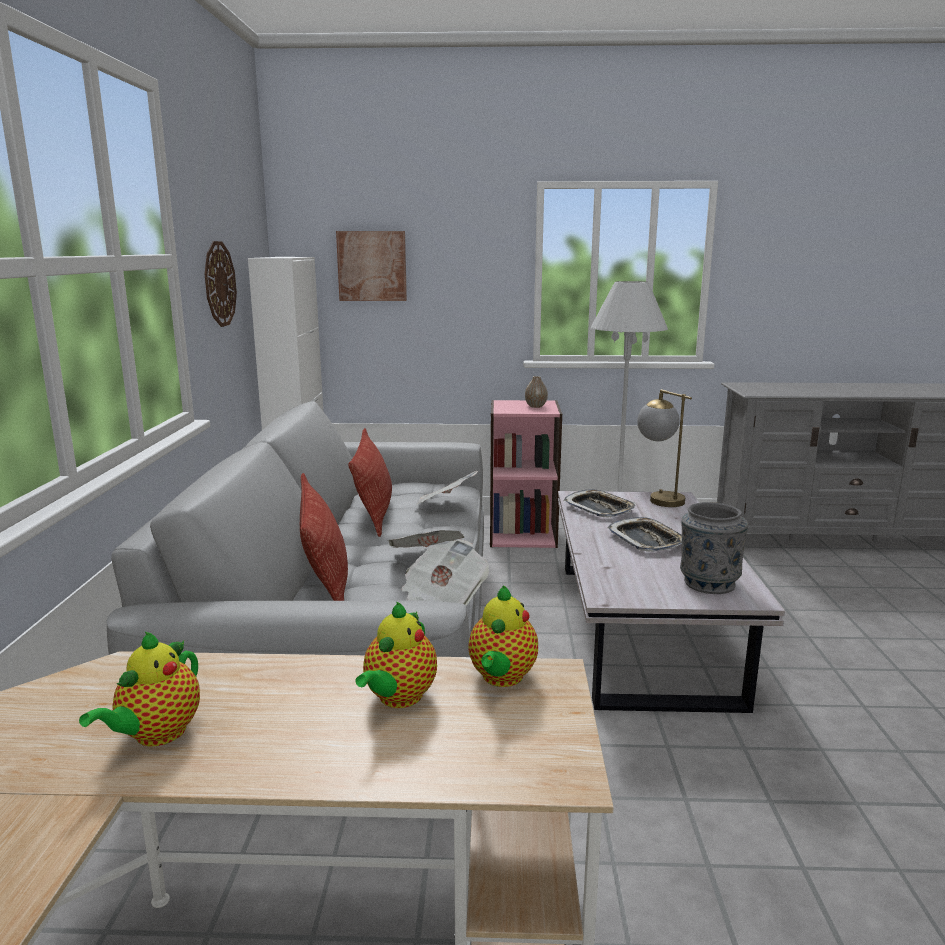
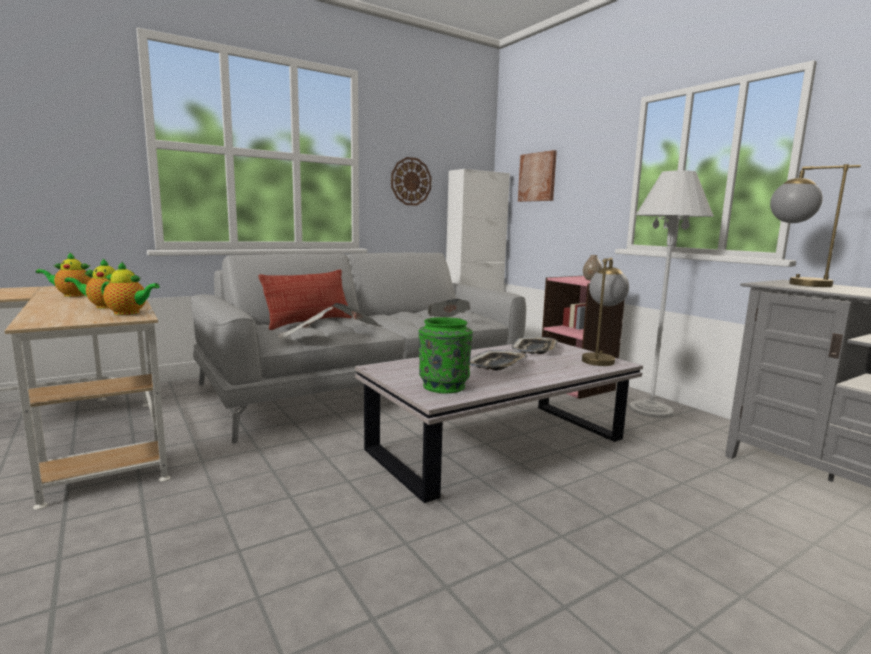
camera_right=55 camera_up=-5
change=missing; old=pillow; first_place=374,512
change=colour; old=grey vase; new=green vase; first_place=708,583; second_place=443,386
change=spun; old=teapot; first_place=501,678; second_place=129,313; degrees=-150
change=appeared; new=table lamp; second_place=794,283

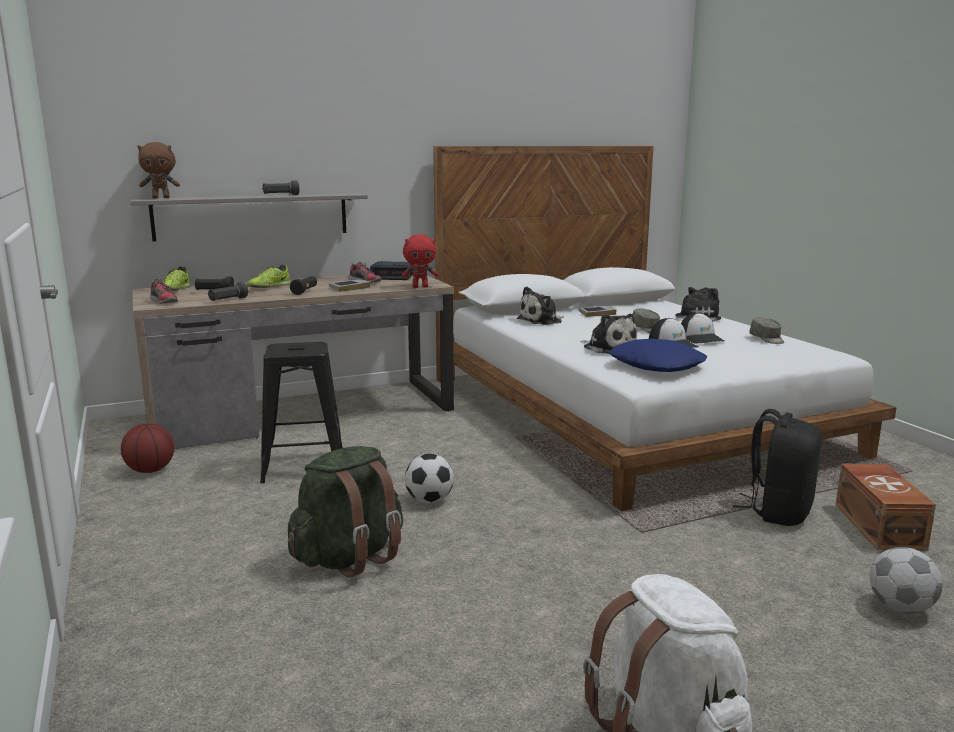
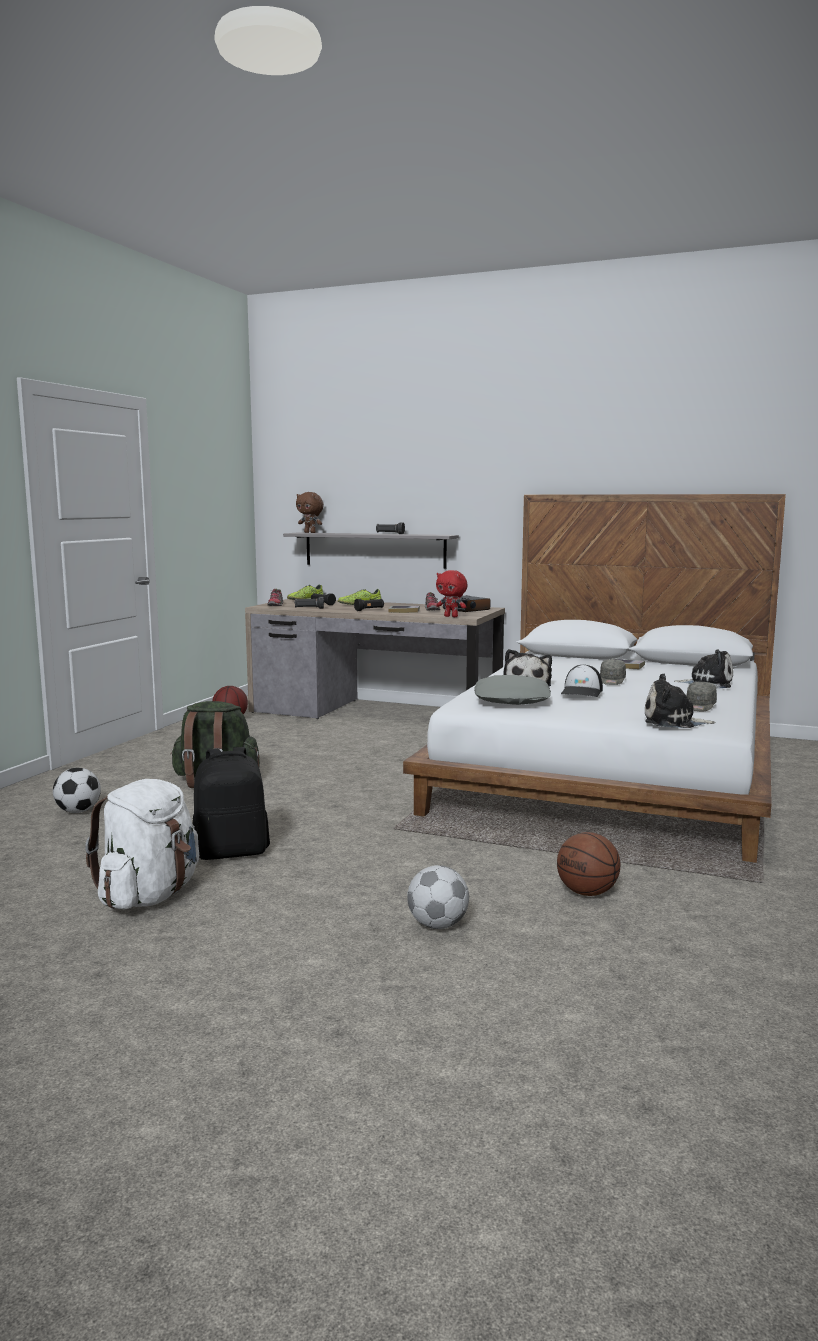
camera_right=45 camera_up=-5
change=relocated; old=plush toy; first_place=542,321; second_place=673,722
change=missing; old=cap; first_place=701,338
change=colour; old=blue pillow; new=grey pillow; first_place=657,365; second_place=512,700
change=missing; old=black stool; first_place=304,466
change=relocated; old=black backpack; first_place=778,511; second_place=232,852
change=relocated; old=football; first_place=429,500; second_place=78,811
change=exchanged; old=brown storage box; new=basketball; first_place=879,525; second_place=587,892

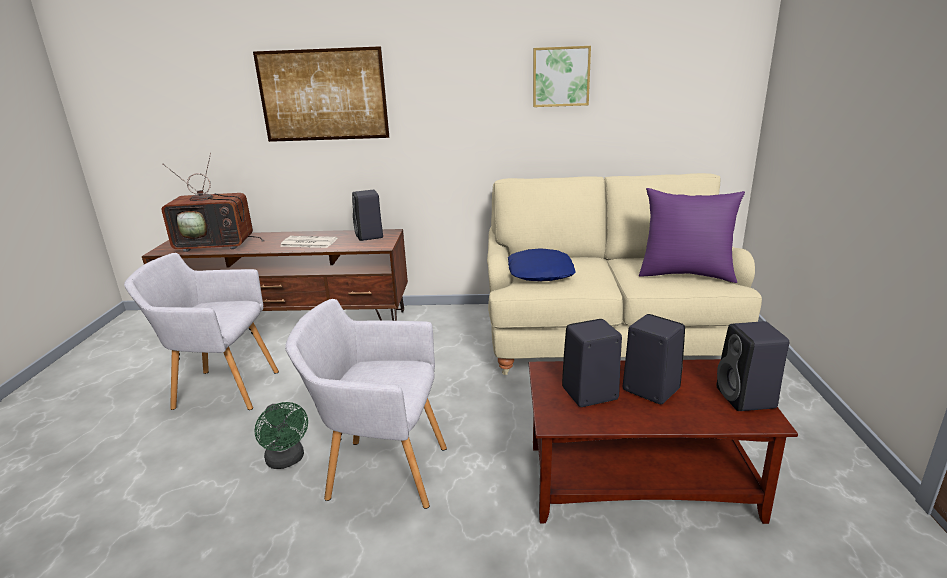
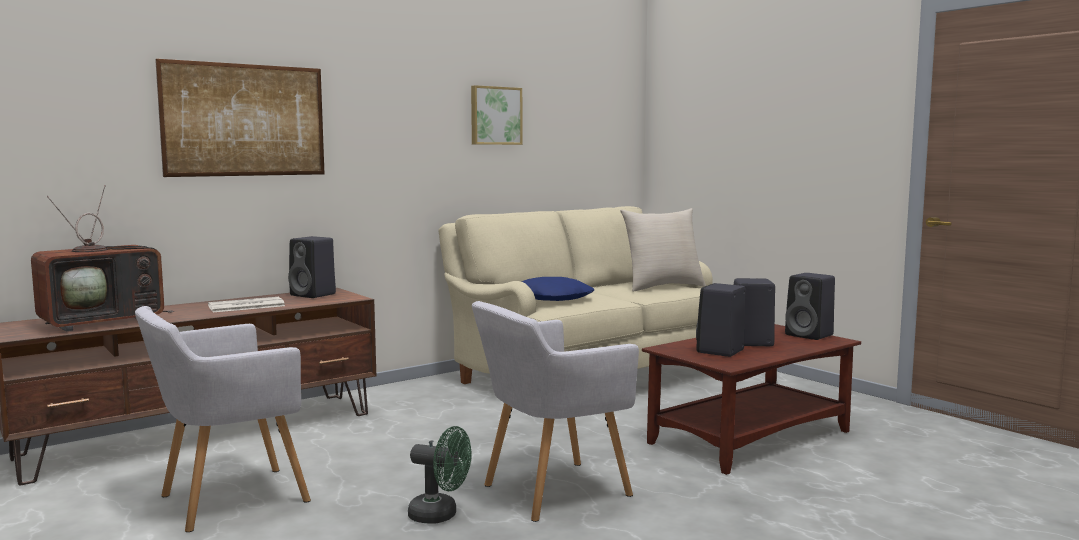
camera_right=-40 camera_up=-15
change=colour; old=purple pillow; new=beige pillow; first_place=685,274; second_place=662,287

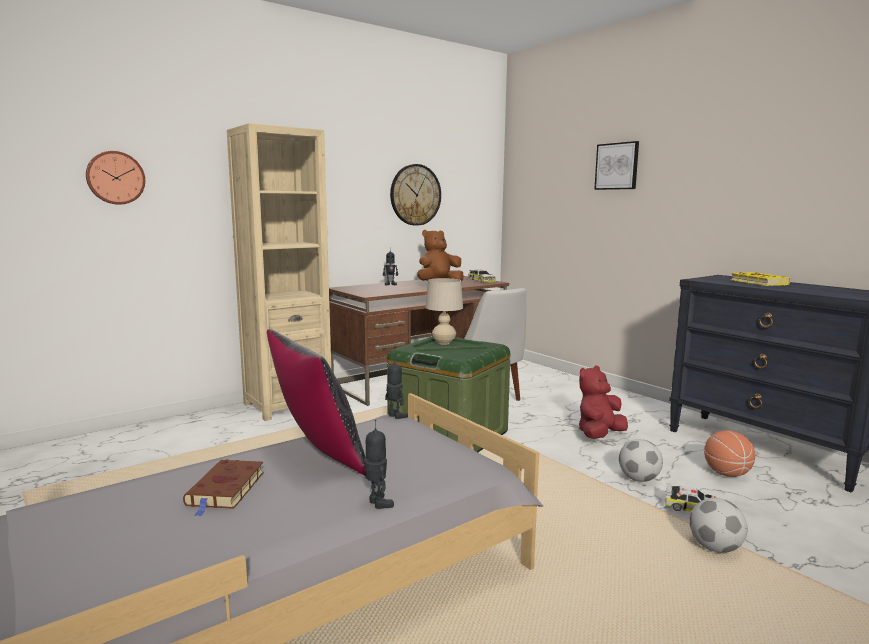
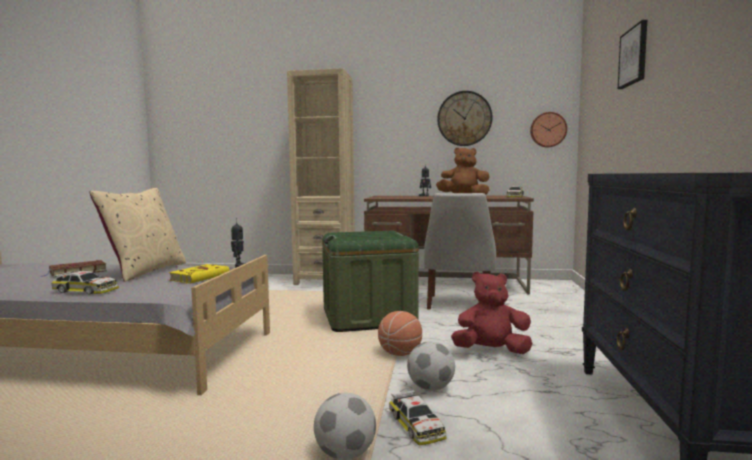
camera_right=45 camera_up=-5
change=relocated; old=wall clock; first_place=115,178; second_place=548,130
change=relocated; old=yellow book; first_place=757,282; second_place=201,277
change=missing; old=beige table lamp; first_place=443,343
change=colour; old=black pillow; new=beige pillow; first_place=317,456; second_place=145,271
change=exchanged; old=toy robot; new=toy car; first_place=377,503; second_place=86,290
change=relocated; old=basketball; first_place=727,474; second_place=400,354

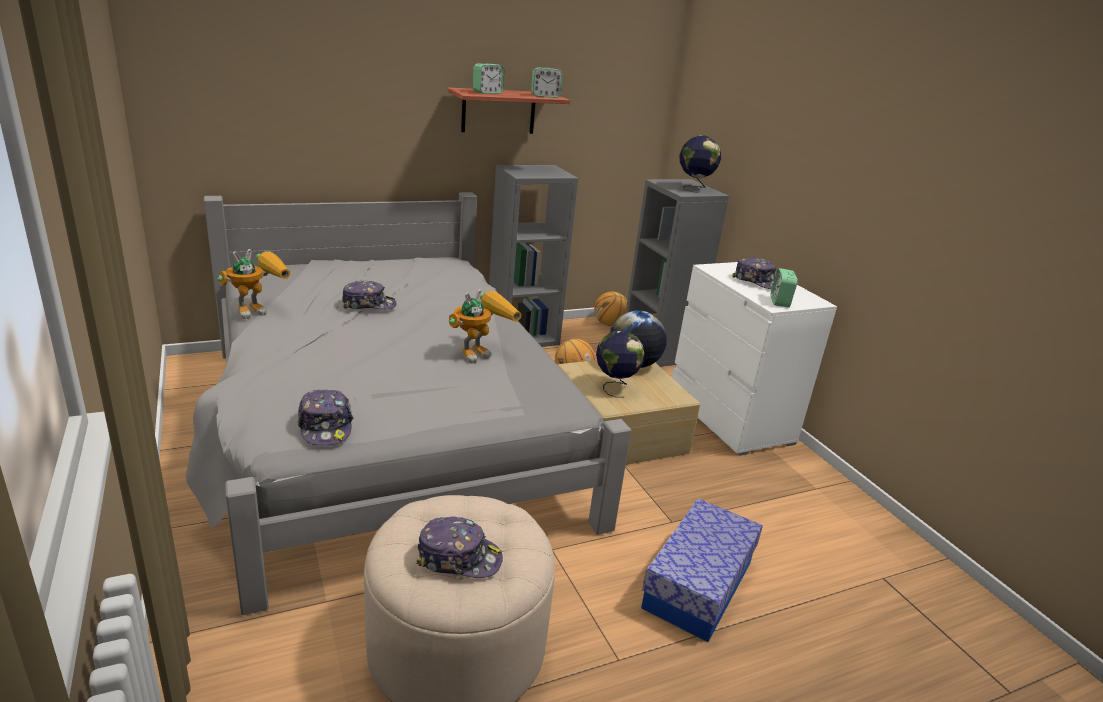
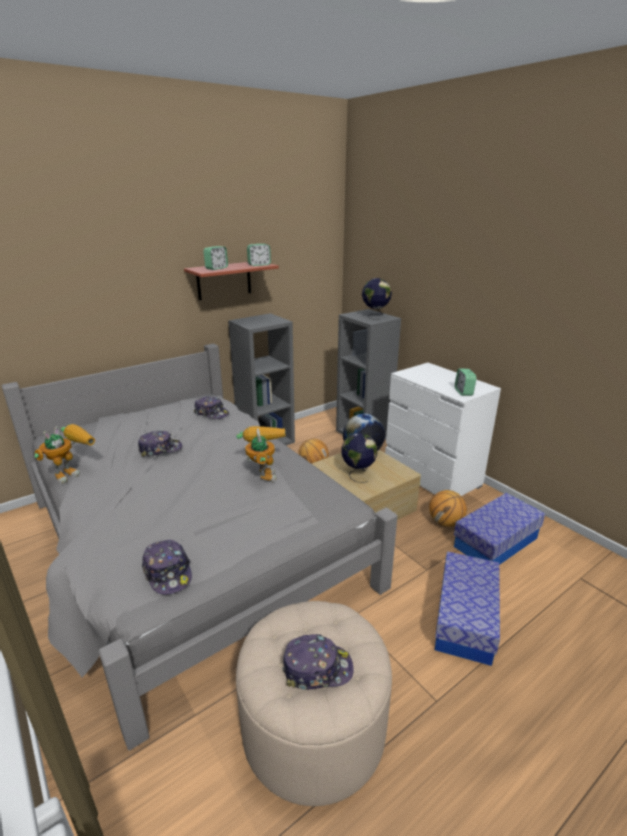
camera_right=-10 camera_up=0
change=relocated; old=cap; first_place=757,282; second_place=211,413
change=spun; old=toy robot; first_place=481,352; second_place=262,473; degrees=-45
change=relocated; old=basketball; first_place=609,324; second_place=445,523
change=appeared; new=storage box; second_place=495,542

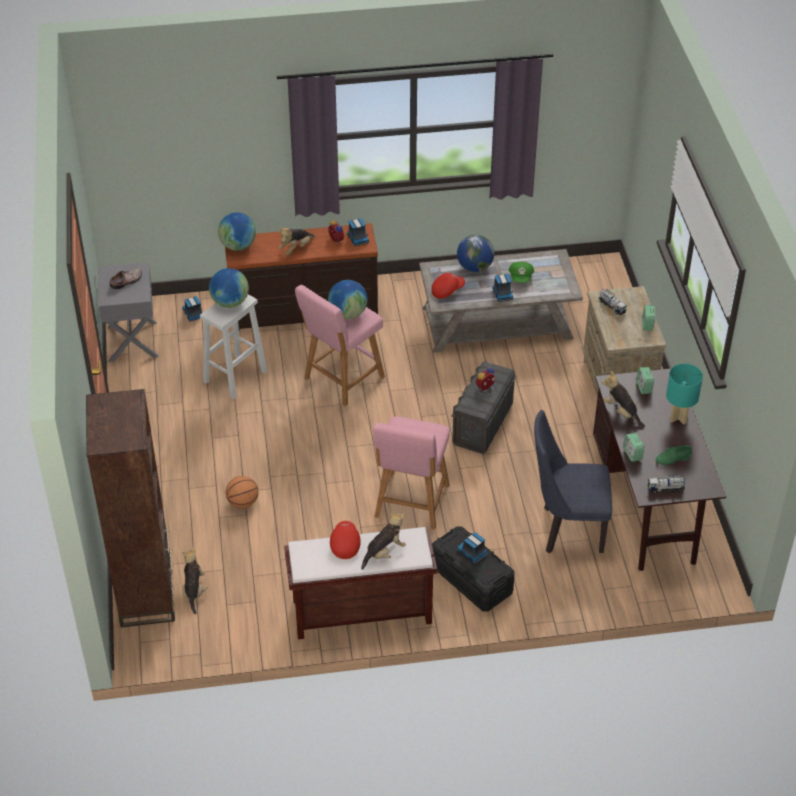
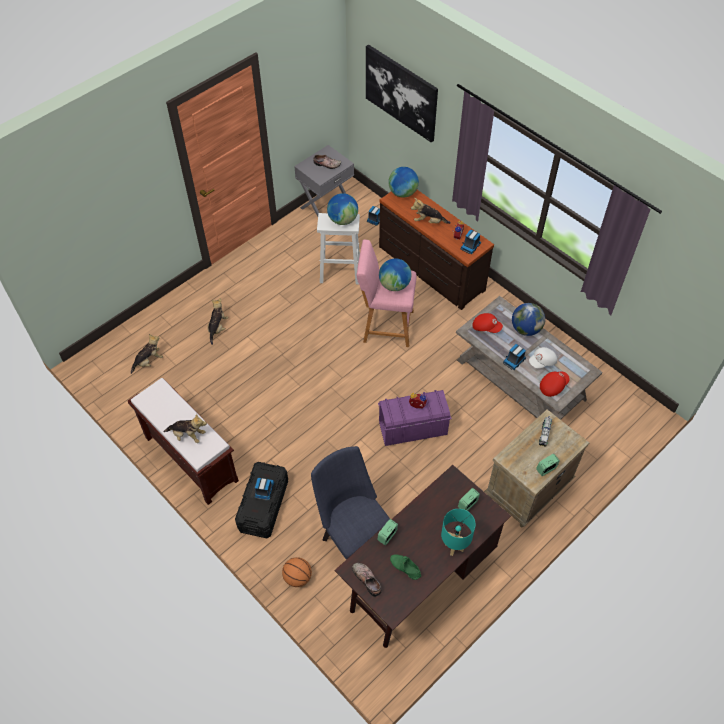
camera_right=55 camera_up=10
change=colour; old=green cap; new=white cap; first_place=521,277; second_place=542,362
change=colour; old=grey storage box; new=purple storage box; first_place=482,424; second_place=412,428
change=relocated; old=plush toy; first_place=621,412; second_place=217,328
change=missing; old=brown bookcase; first_place=146,593
change=missing; old=pink stool; first_place=411,504
change=exchanged; old=toy truck; new=shoe; first_place=665,488; second_place=368,579
change=relocated; old=basketball; first_place=243,503; second_place=297,577
change=relocated; old=red cap; first_place=344,544; second_place=553,386
change=appeared; new=picture; second_place=401,92

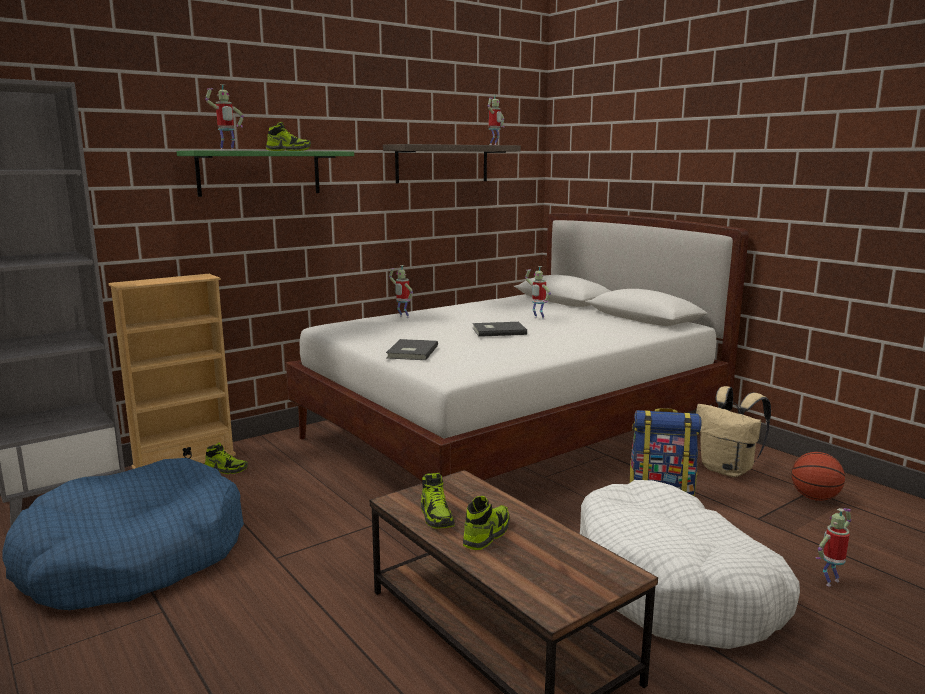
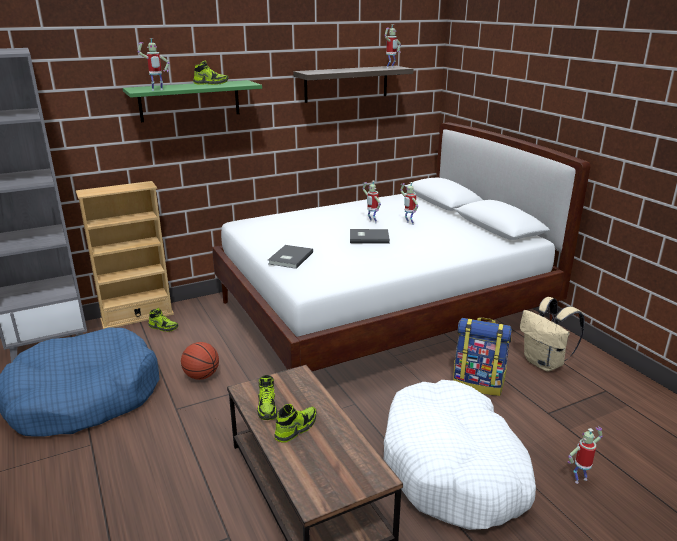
camera_right=10 camera_up=10
change=relocated; old=toy robot; first_place=402,317; second_place=372,222
change=relocated; old=basketball; first_place=814,498; second_place=201,376

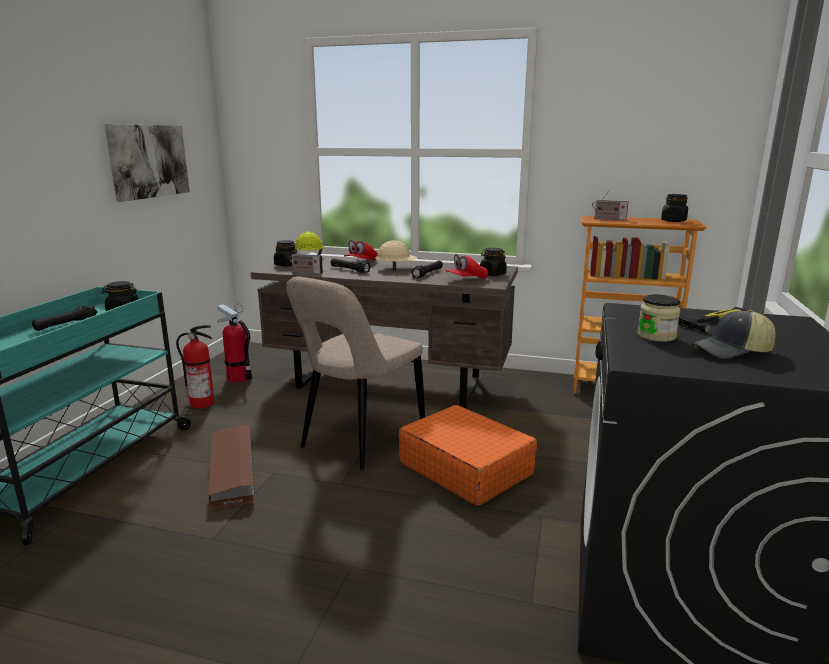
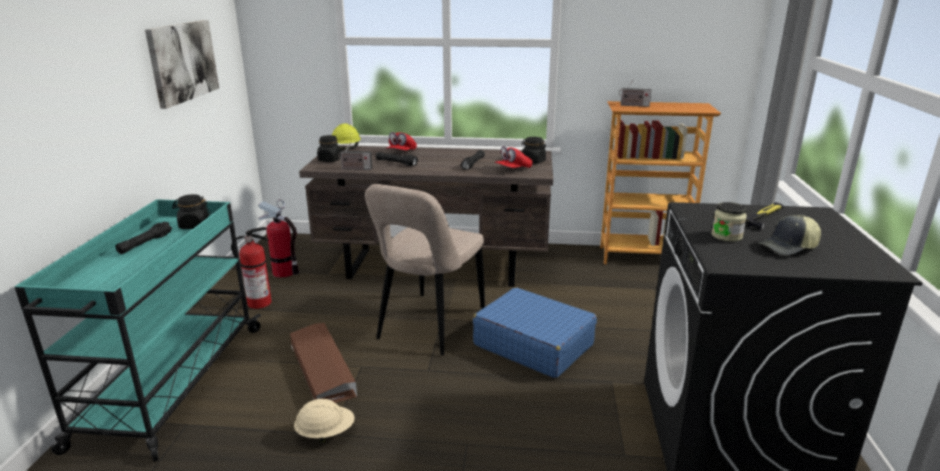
camera_right=-10 camera_up=5
change=missing; old=black jar; first_place=673,221
change=relocated; old=beige hard hat; first_place=396,268; second_place=326,433
change=colour; old=orange suitcase; new=blue suitcase; first_place=465,468; second_place=533,344

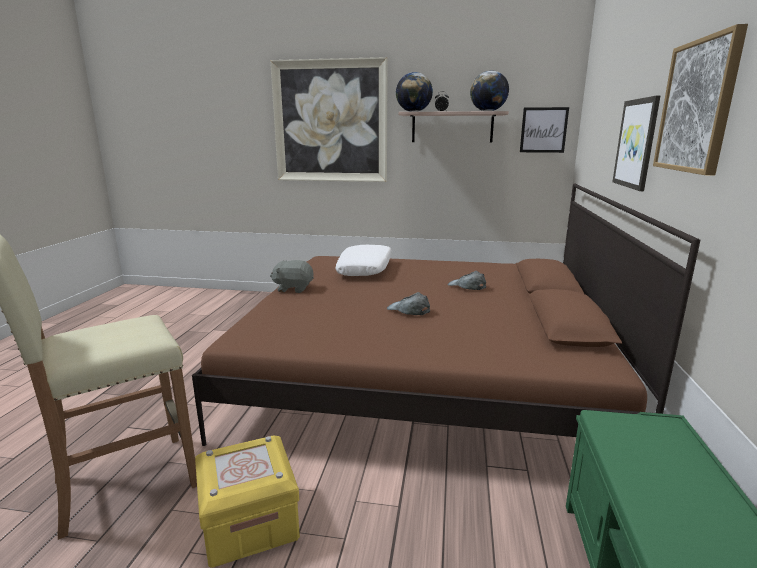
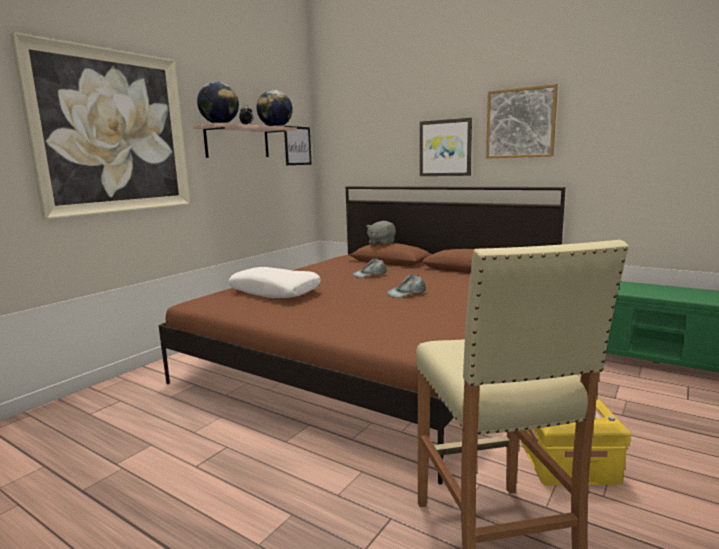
camera_right=-65 camera_up=-5
change=relocated; old=grey plush toy; first_place=293,288; second_place=381,243

